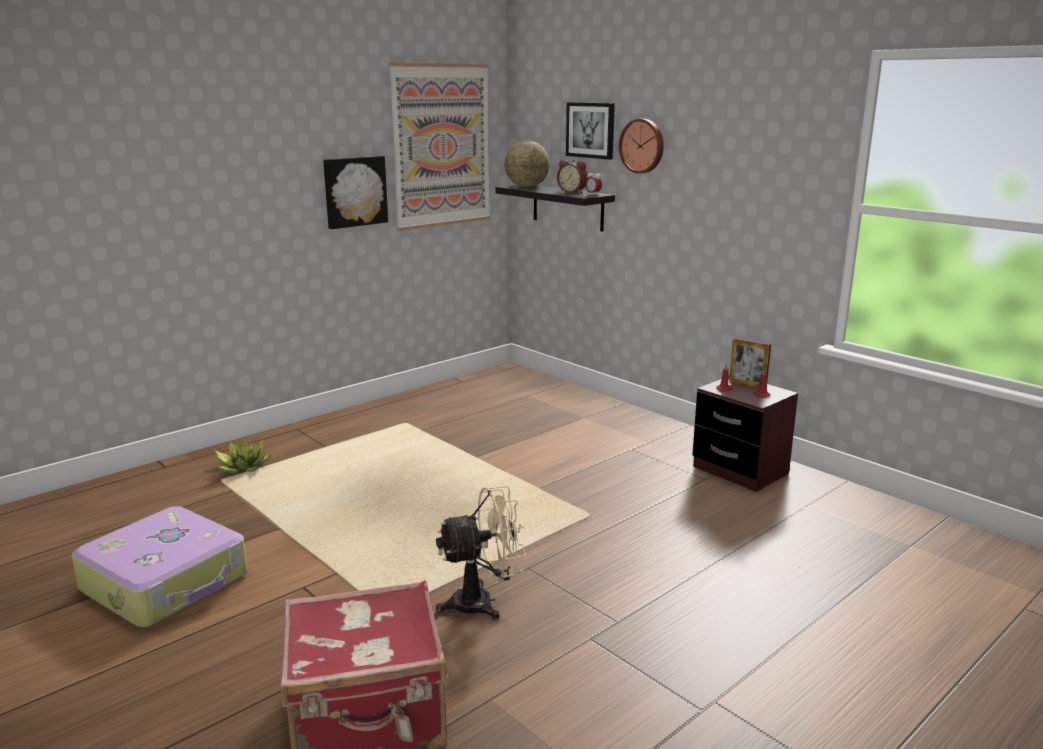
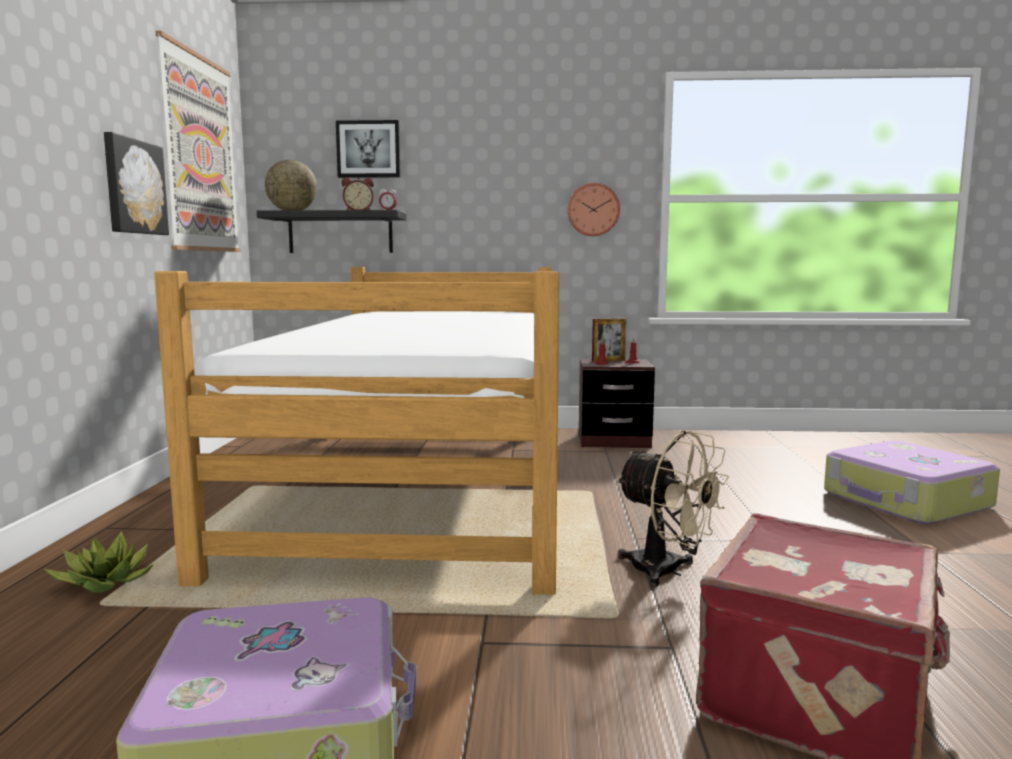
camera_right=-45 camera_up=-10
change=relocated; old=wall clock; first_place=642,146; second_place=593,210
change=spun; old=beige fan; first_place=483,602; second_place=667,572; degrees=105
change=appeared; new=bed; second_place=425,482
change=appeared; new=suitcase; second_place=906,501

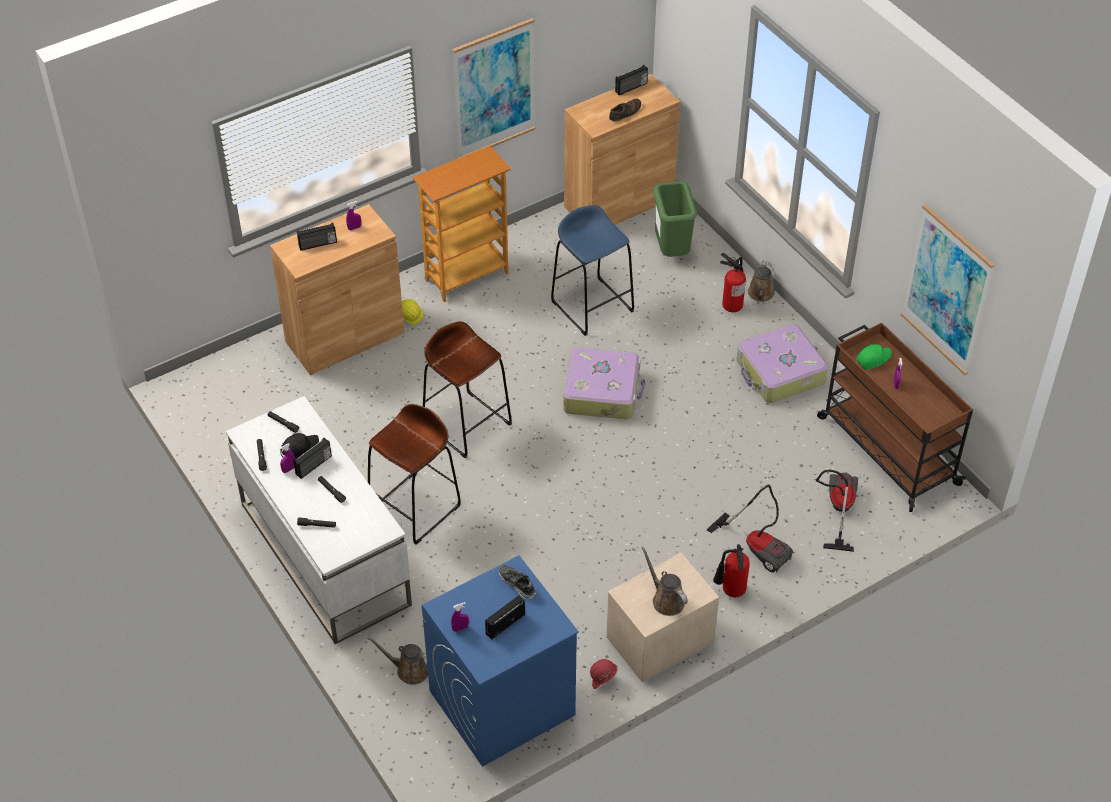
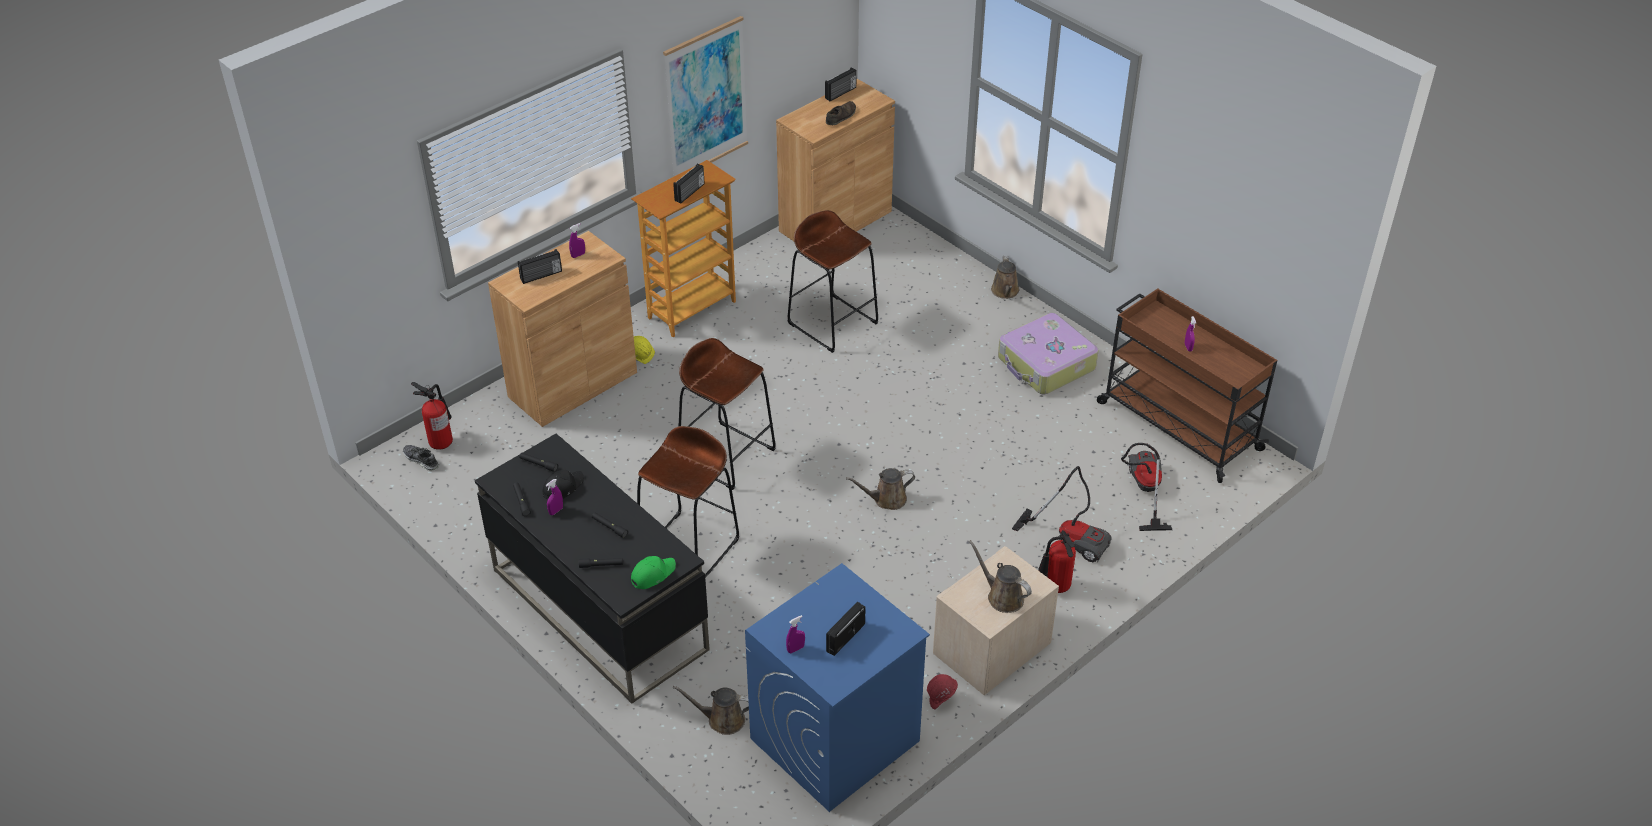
camera_right=-10 camera_up=-5
change=missing; old=green trash can; first_place=671,251
change=missing; old=picture; first_place=947,290
change=colour; old=blue stool; new=brown stool; first_place=592,306; second_place=832,323
change=relocated; old=fire extinguisher; first_place=732,305; second_place=441,441
change=relocated; old=green cap; first_place=872,359; second_place=652,574
change=missing; old=suitcase; first_place=602,391
change=colour; old=white desk; new=black desk; first_place=324,554; second_place=598,609
change=relocated; old=radio; first_place=314,466; second_place=690,192
change=relocated; old=shoe; first_place=517,584; second_place=421,460
change=appeared; new=brown watering can; second_place=886,499

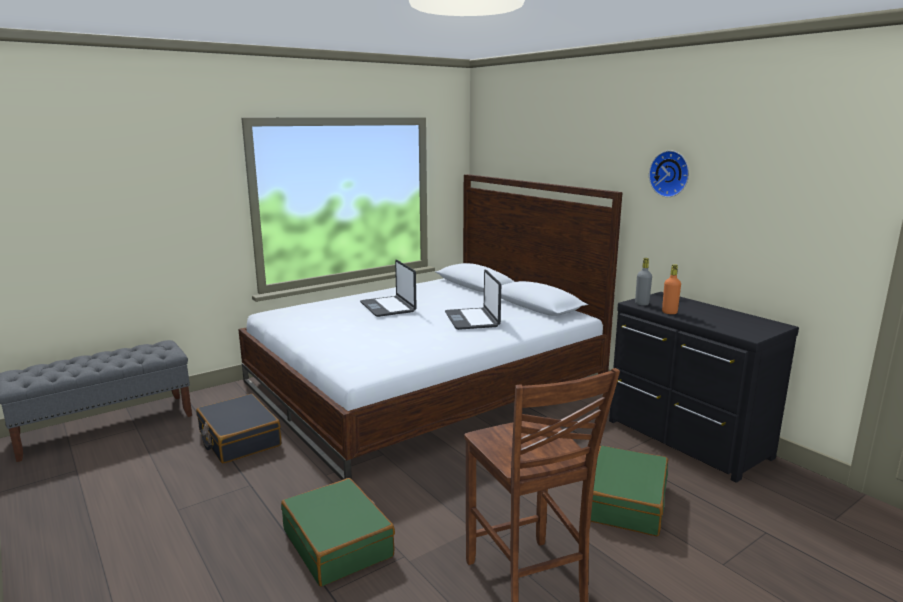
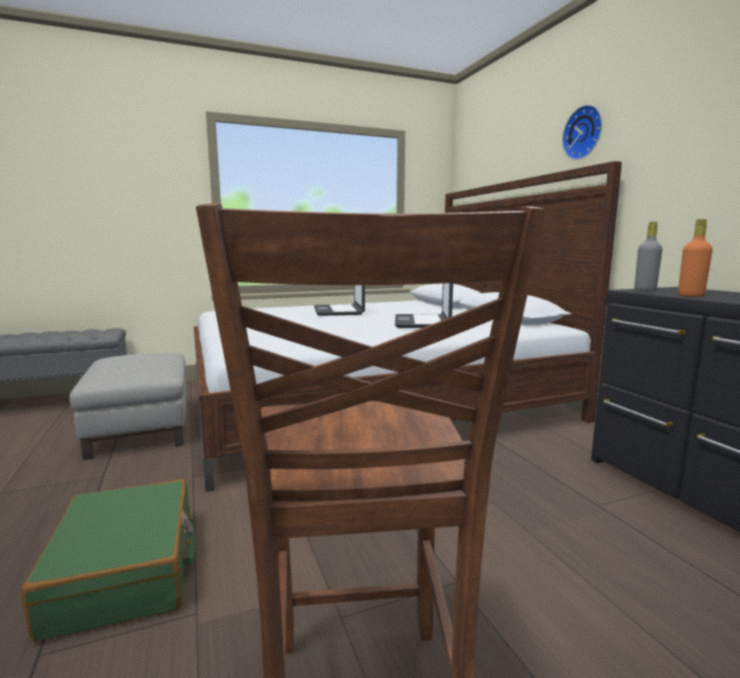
camera_right=15 camera_up=-5
change=relocated; old=wall clock; first_place=670,173; second_place=584,133
change=exchanged; old=black suitcase; new=grey ottoman; first_place=239,439; second_place=141,429
change=missing; old=green suitcase; first_place=625,502

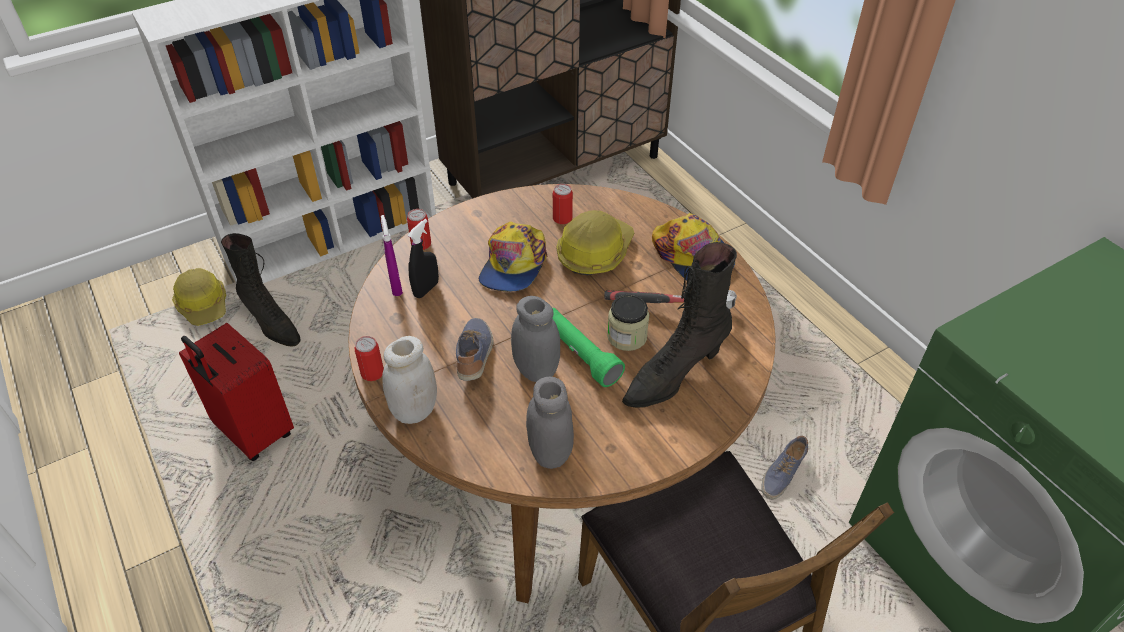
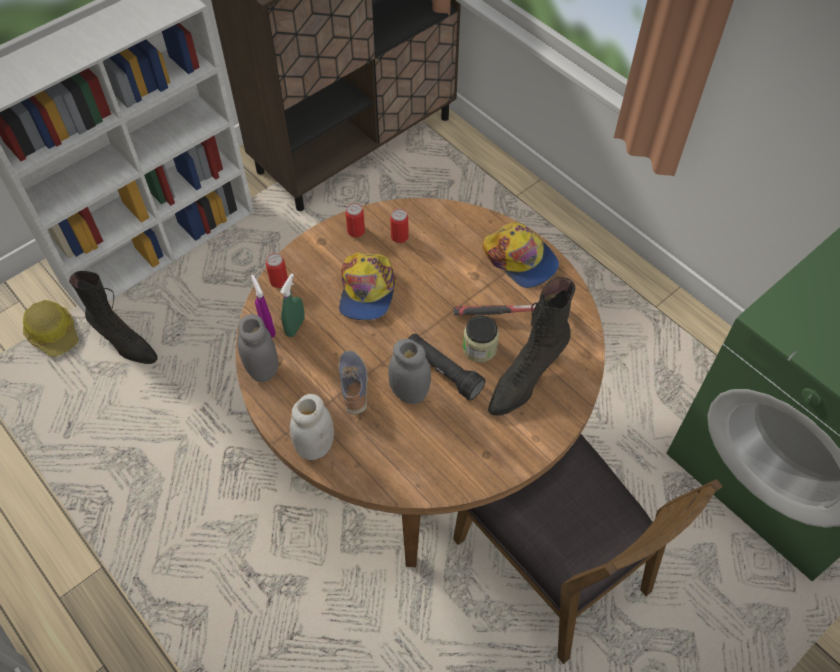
camera_right=-10 camera_up=10
change=missing; old=hard hat; first_place=594,252
change=colour; old=black spray bottle; new=green spray bottle; first_place=426,289; second_place=295,327
change=colour; old=green flashlight; new=black flashlight; first_place=579,354; second_place=443,371
change=missing; old=red suitcase; first_place=253,433
change=relocated; old=can; first_place=372,373; second_place=356,231
change=relocated; old=grey jar; first_place=550,453; second_place=262,369
change=missing; old=shoe; first_place=782,473

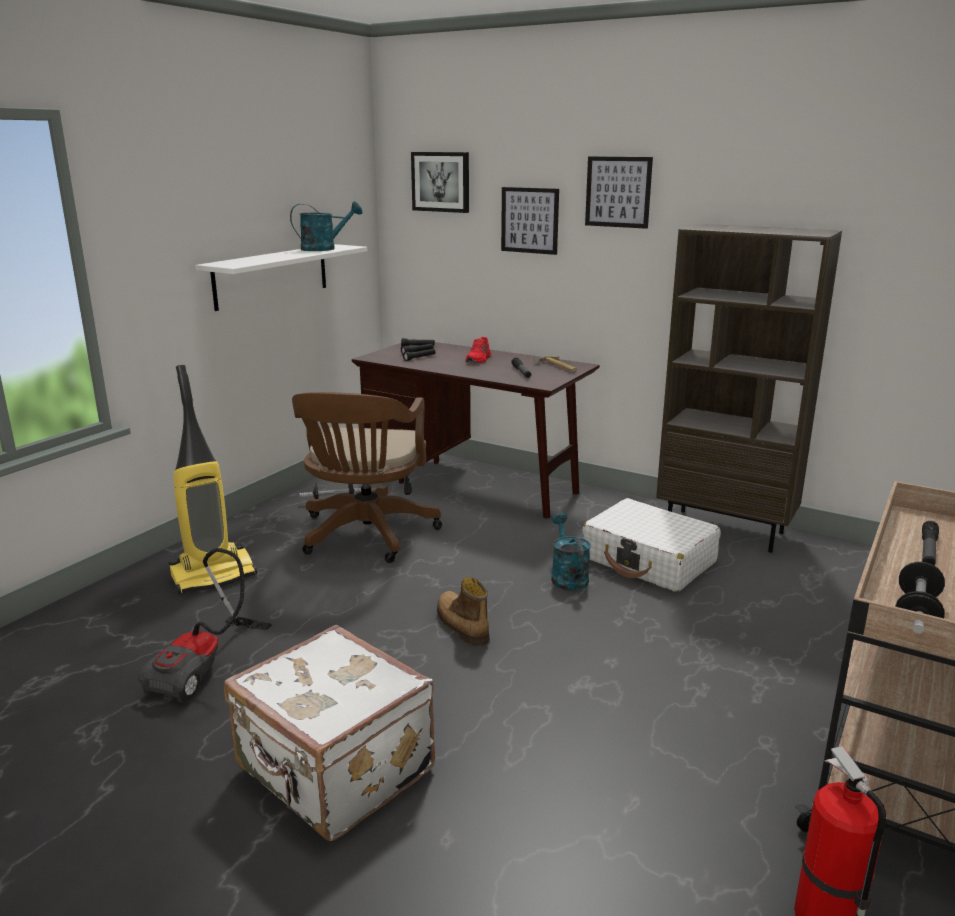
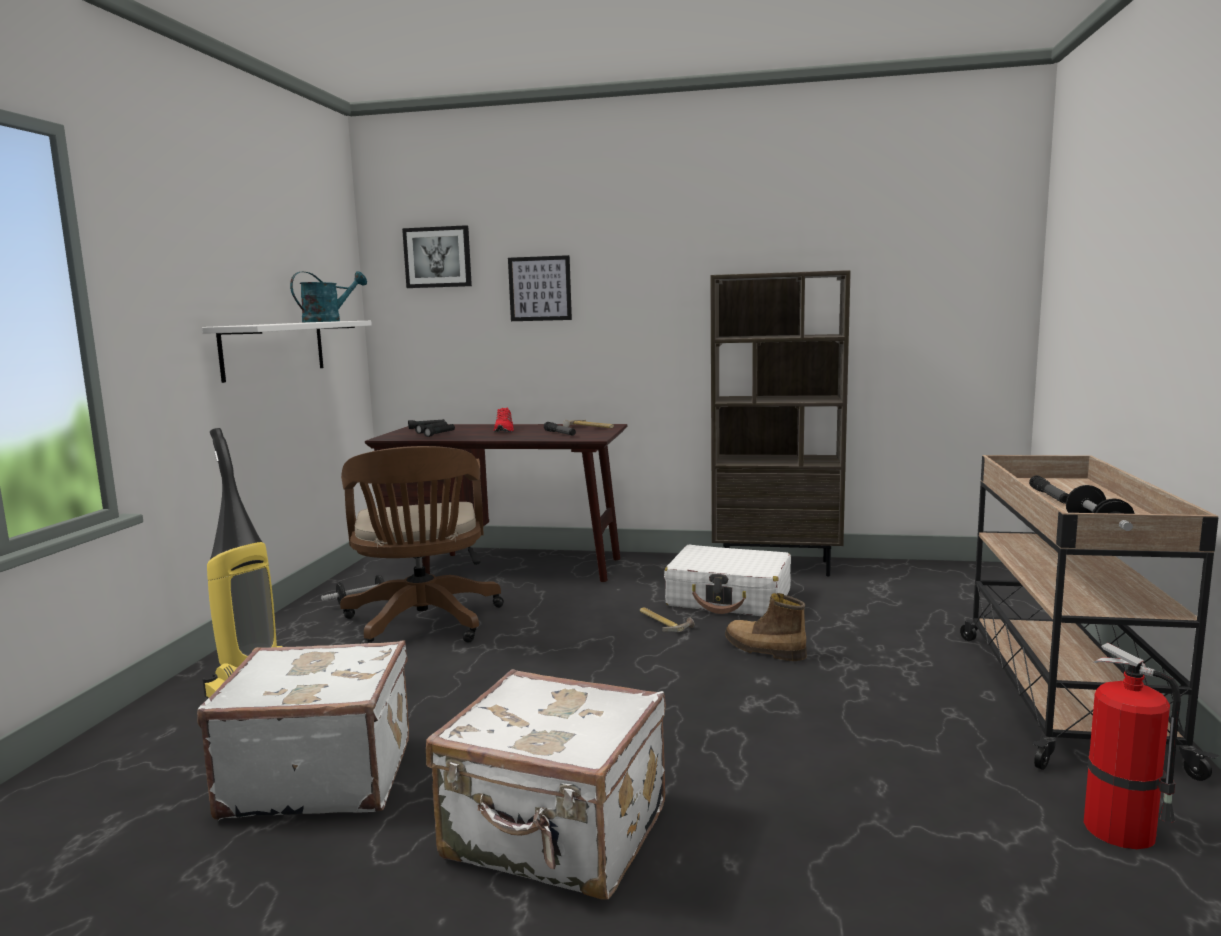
camera_right=-20 camera_up=-10
change=missing; old=picture; first_place=618,192
change=exchanged; old=turquoise watering can; new=hammer; first_place=567,576; second_place=663,623
change=exchanged; old=vacuum cleaner; new=white suitcase; first_place=206,668; second_place=320,776
change=relocated; old=boot; first_place=461,626; second_place=763,650

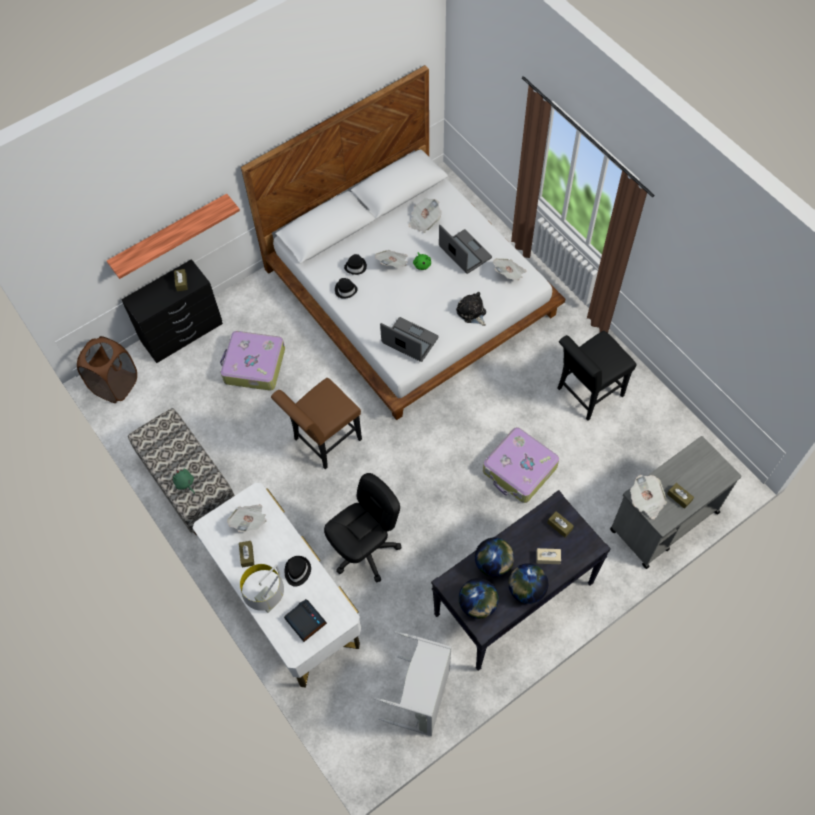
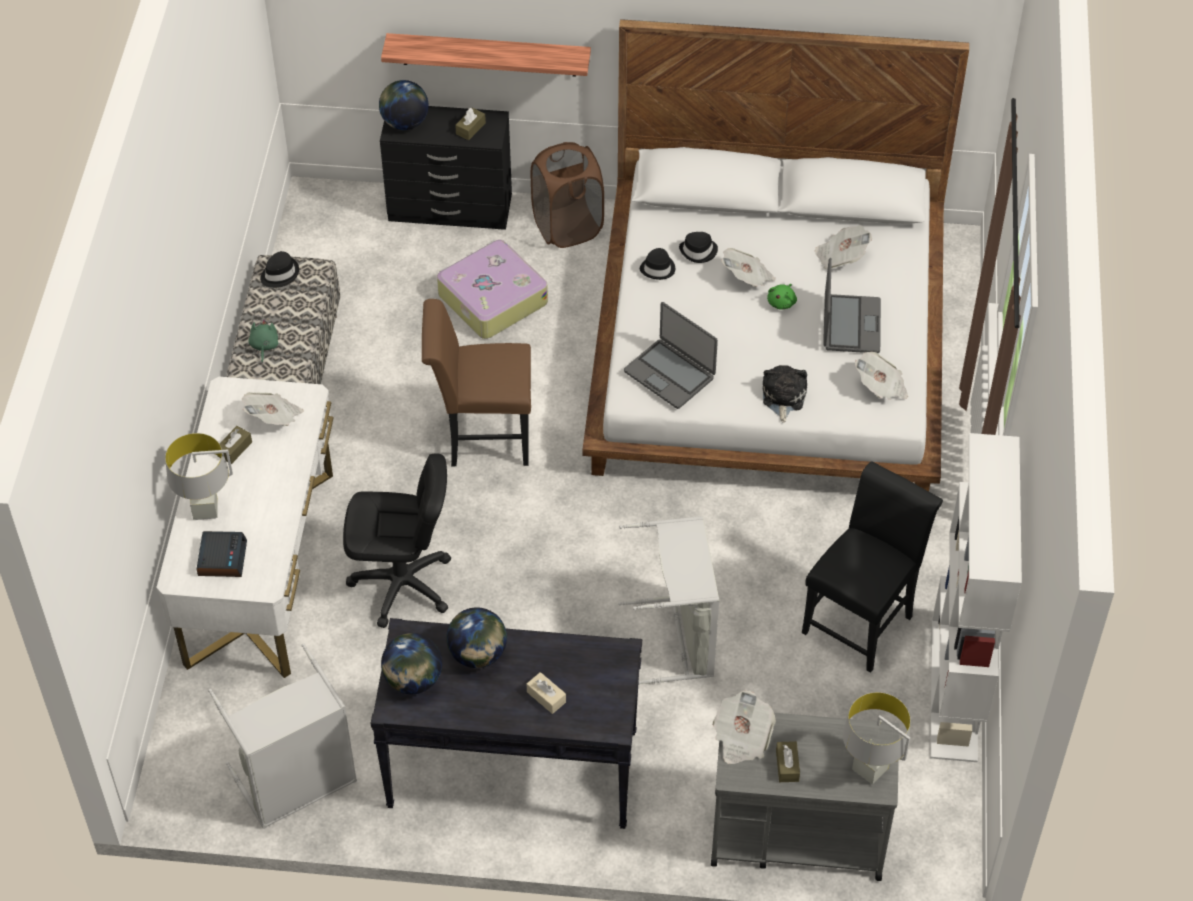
camera_right=40 camera_up=-10
change=spun; old=laptop; first_place=409,341; second_place=670,374; degrees=150
change=spun; old=black chair; first_place=586,394; second_place=862,619; degrees=120
change=relocated; old=brown laundry basket; first_place=115,385; second_place=567,227
change=exchanged; old=suitcase; new=grey laundry basket; first_place=519,470; second_place=678,639
change=missing; old=brown tissue box; first_place=559,526
change=relocated; old=black hat; first_place=297,571; second_place=279,274
change=relocated; old=globe; first_place=526,589; second_place=404,123
change=appeared; new=white bookcase; second_place=955,690
change=appeared; new=grey table lamp; second_place=870,770

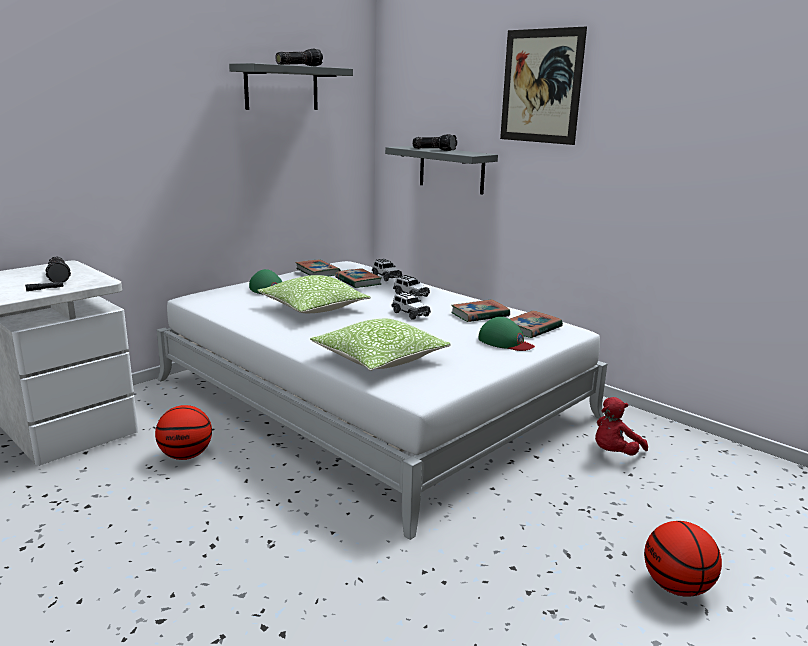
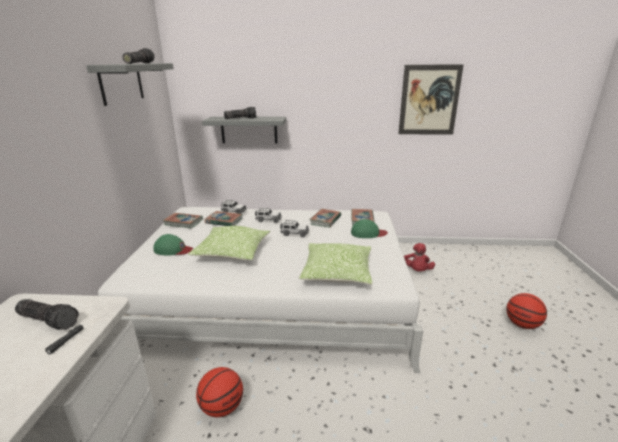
camera_right=-40 camera_up=5
change=relocated; old=picture; first_place=541,86; second_place=429,100

